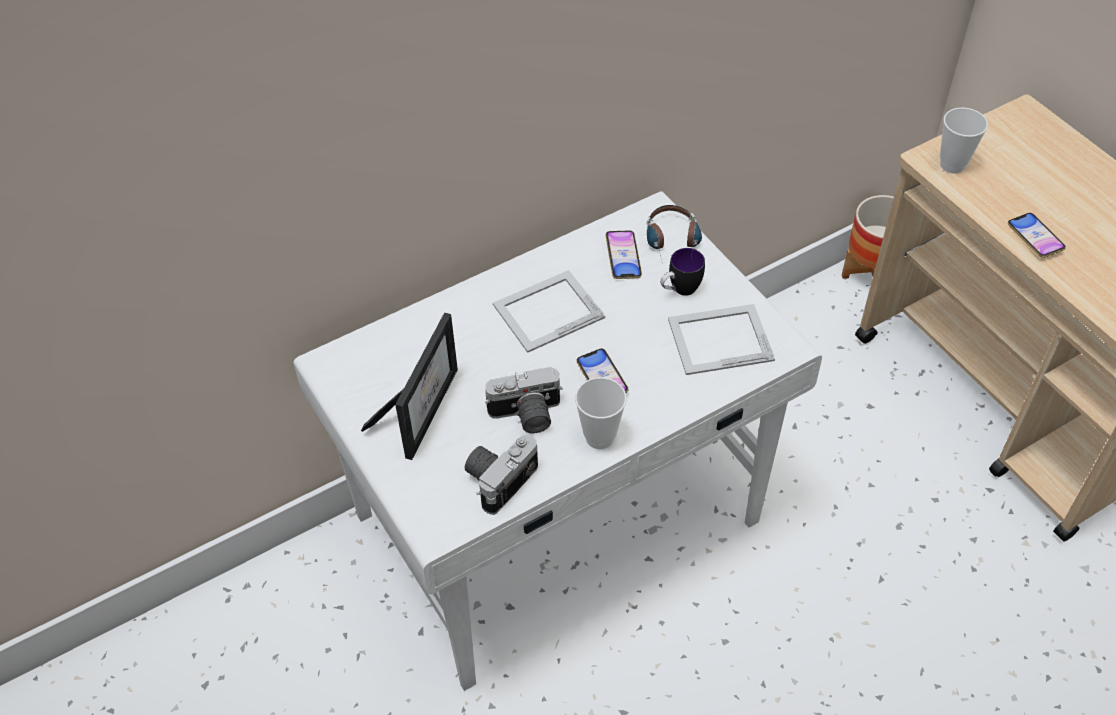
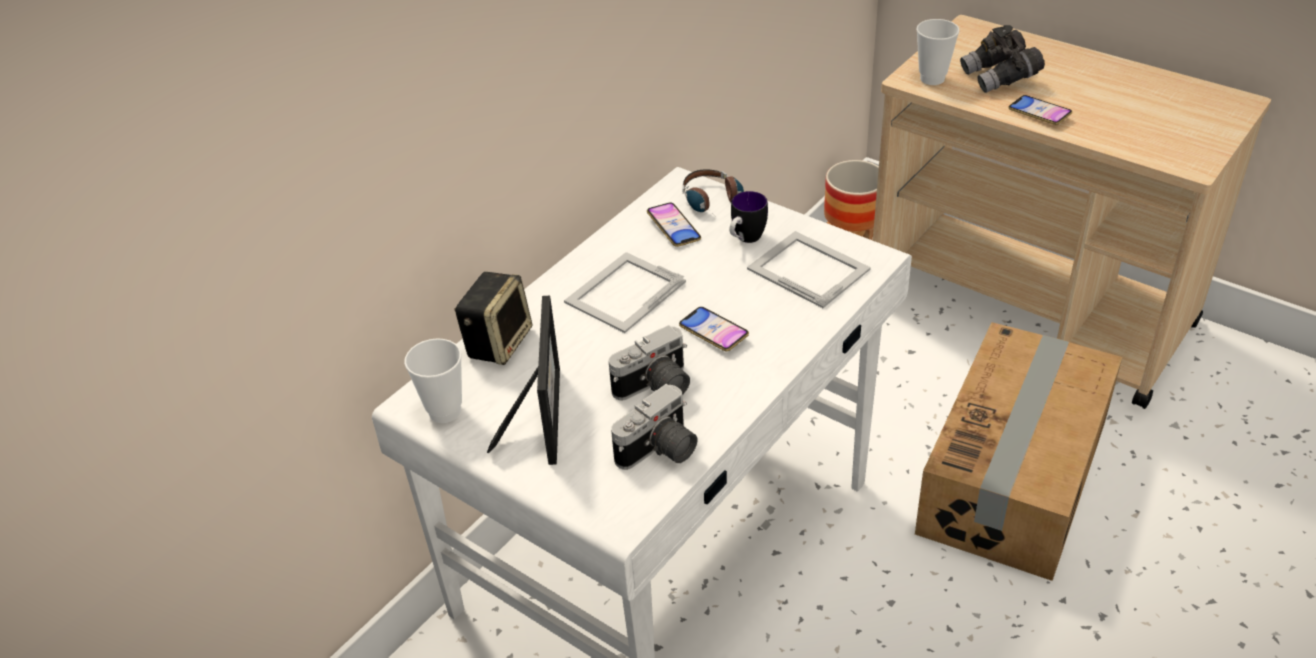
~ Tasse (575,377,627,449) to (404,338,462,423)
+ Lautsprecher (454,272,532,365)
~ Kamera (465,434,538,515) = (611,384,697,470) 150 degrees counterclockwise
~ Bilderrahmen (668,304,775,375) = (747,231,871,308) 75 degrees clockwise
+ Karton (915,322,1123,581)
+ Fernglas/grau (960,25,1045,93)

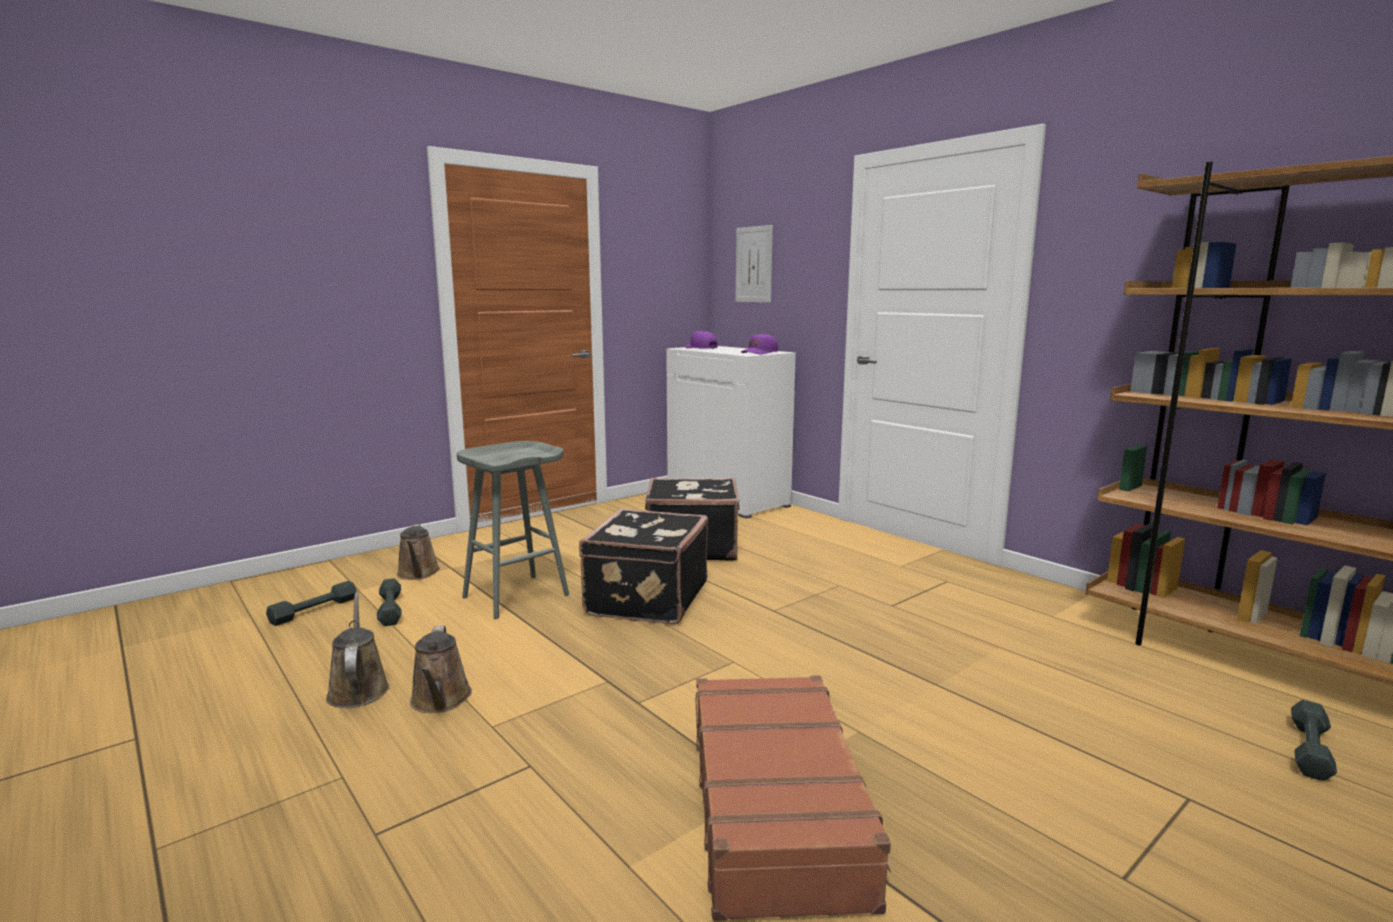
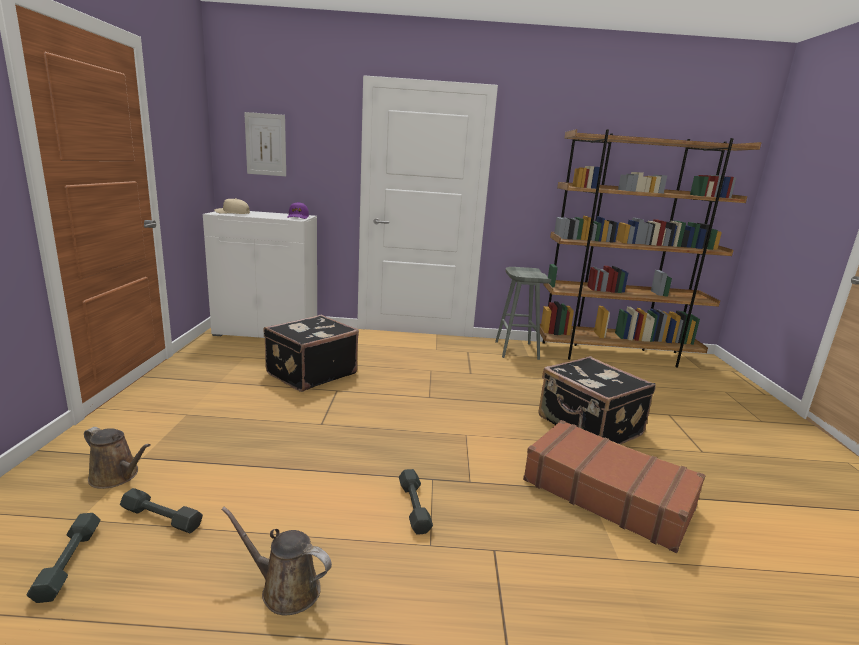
~ Kappe/lila (685,331,718,349) to Kappe/beige (214,198,250,214)
~ Hantel/grau (1291,700,1337,781) to (399,469,433,534)
~ Hocker/grau (457,441,569,619) to (495,267,551,360)
~ Koffer/schwarz (579,509,708,625) to (539,356,656,445)
- Gießkanne/braun (410,625,472,713)

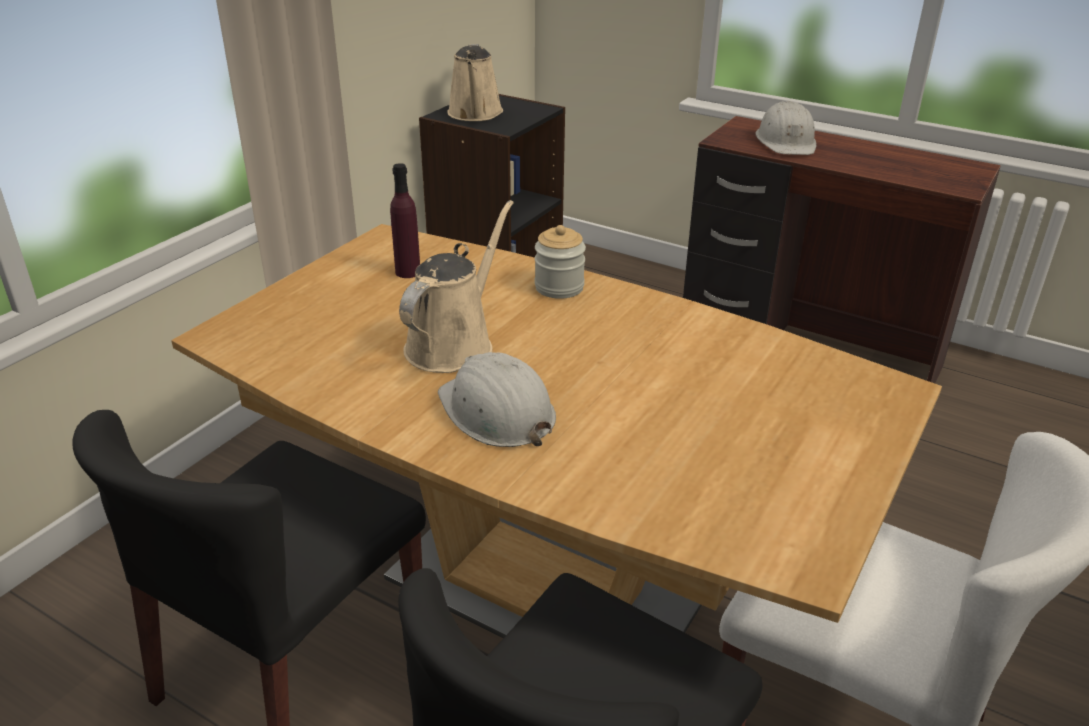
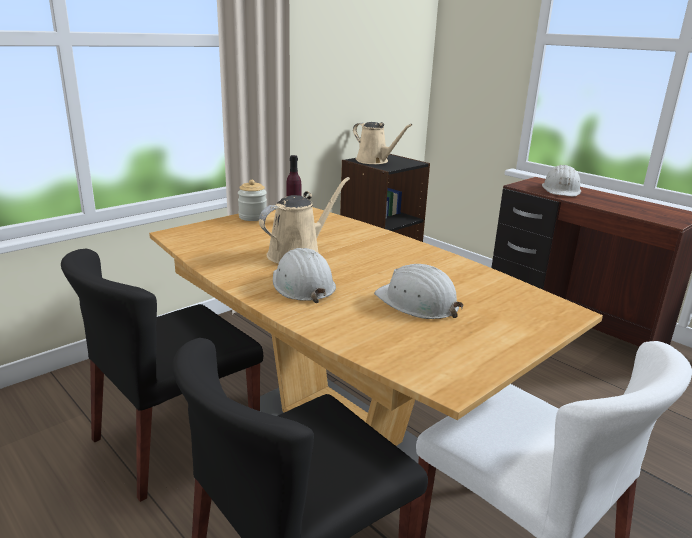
~ Vorratsglas (535,225,586,299) to (238,180,267,221)
~ Gießkanne/beige (447,44,503,121) = (353,122,412,164) 60 degrees counterclockwise
+ Schutzhelm/weiß (374,264,463,319)

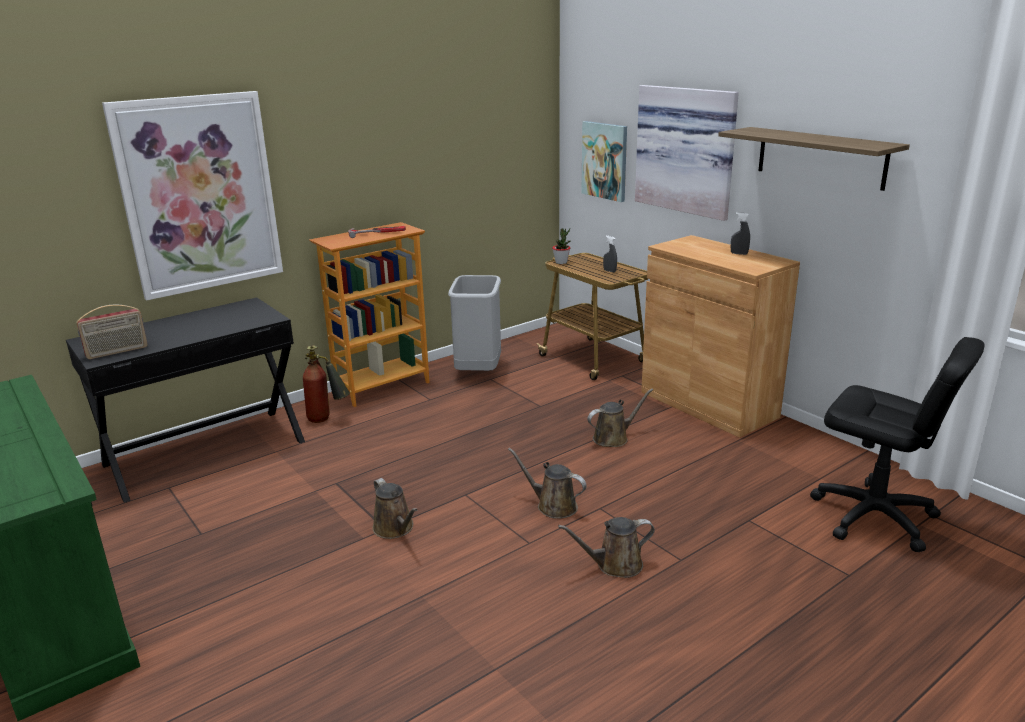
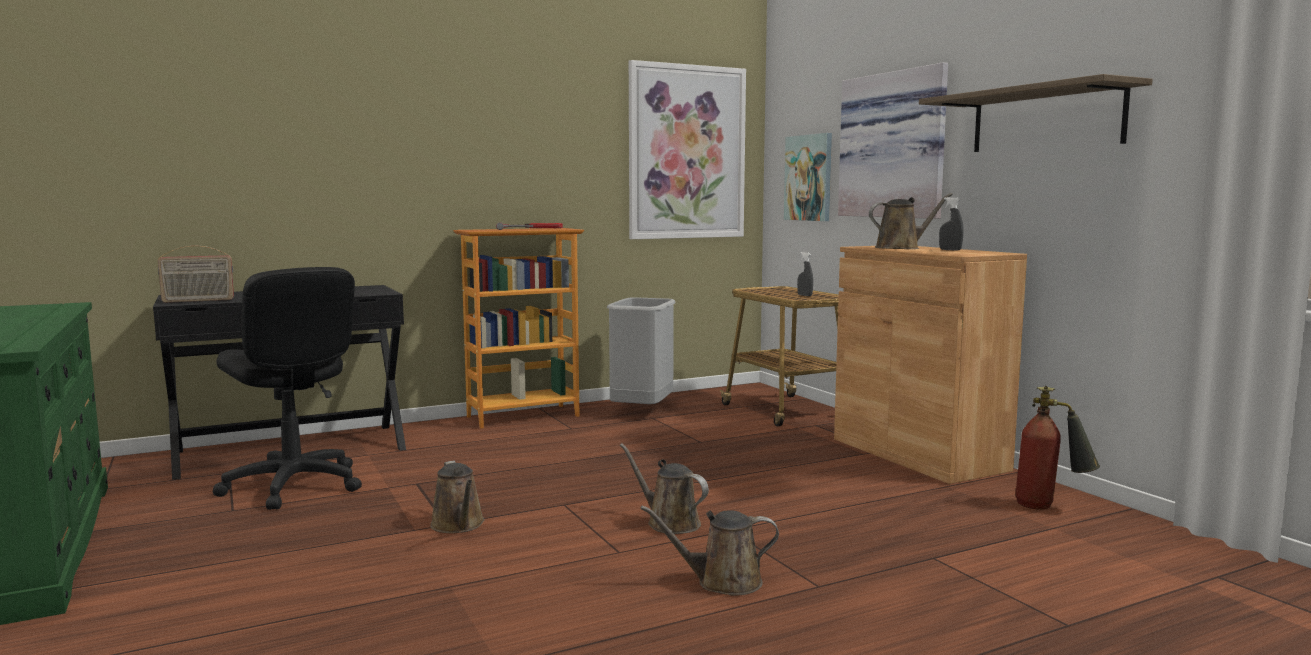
~ Bürostuhl/schwarz (810,337,984,552) to (213,267,362,510)
~ Bild (102,91,283,301) to (629,60,746,239)
~ Gießkanne/braun (587,389,653,447) to (869,193,953,249)
~ Feuerlöscher (303,345,350,423) to (1015,386,1100,510)
- Topfpflanze (552,228,571,264)

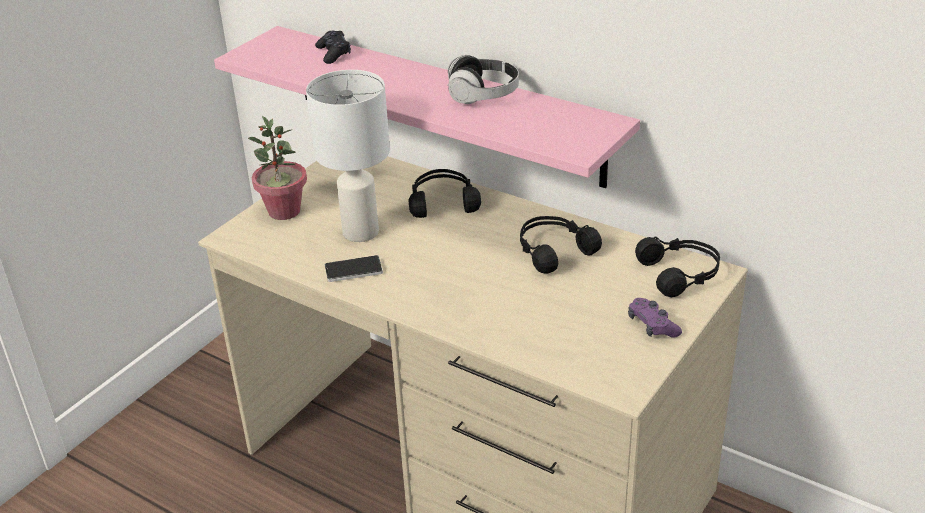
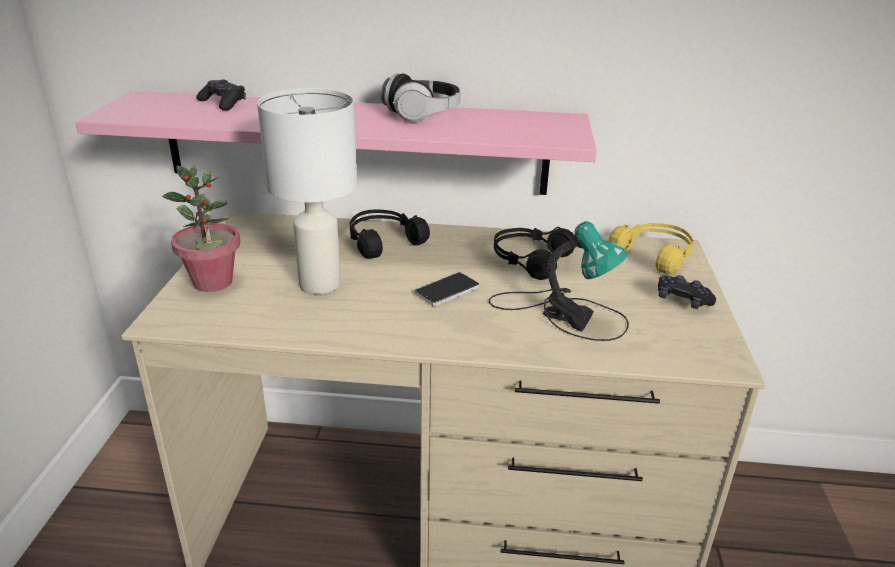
~ Handy (325,255,383,282) to (415,272,480,306)
+ Tischlampe (489,221,629,341)
~ Kopfhörer/schwarz (635,236,720,297) to Kopfhörer/gelb (608,223,694,274)
~ Gamepad/lila (628,298,682,338) to Gamepad/schwarz (658,275,716,309)

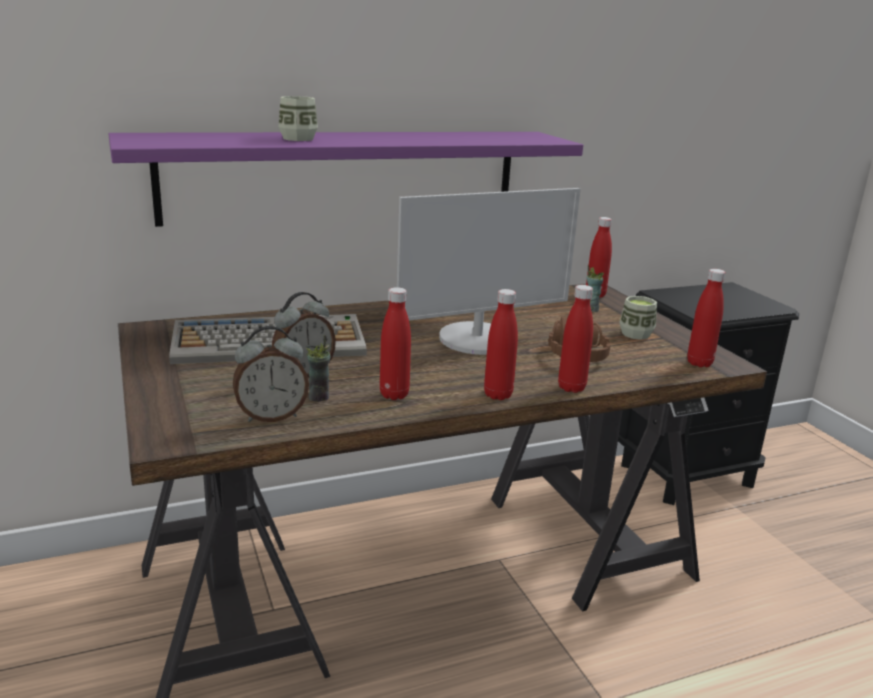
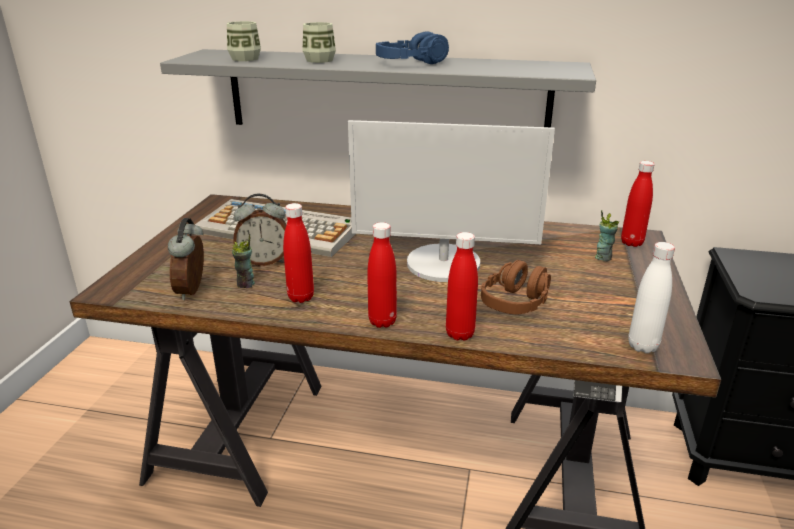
~ Wandregal/lila (108,132,583,227) to Wandregal/grau (160,49,596,127)
~ Wecker (233,326,309,422) = (168,218,204,300) 75 degrees clockwise
~ Tasse (619,296,657,340) to (227,21,261,61)
+ Kopfhörer/blau (376,31,449,64)
~ Flasche/rot (688,269,726,367) to Flasche/weiß (629,242,675,353)

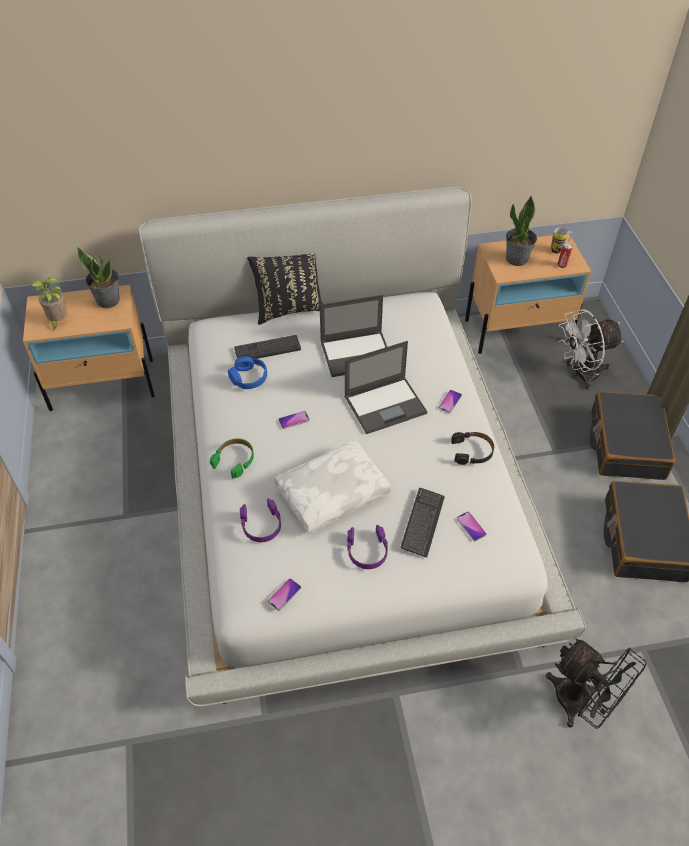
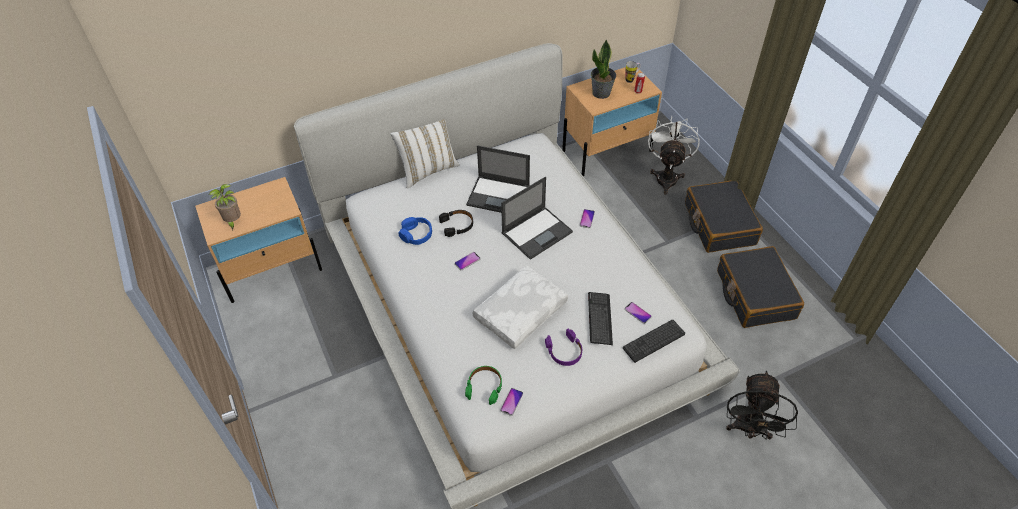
~ Kissen/schwarz (247,253,323,325) to Kissen/weiß (390,120,460,189)
~ Kopfhörer/schwarz (451,432,494,465) to (439,210,473,237)
~ Kopfhörer/grün (210,438,254,479) to (465,366,502,405)
~ Laptop (320,295,387,377) = (466,145,530,213) 45 degrees clockwise
~ Tastatur (234,335,301,359) to (623,320,685,363)
~ Ventilator/weiß (559,309,623,390) = (648,116,700,195) 135 degrees clockwise
~ Ventilator/schwarz (545,639,647,728) = (726,371,798,440) 75 degrees clockwise
- Topfpflanze (77,247,120,308)
- Kopfhörer/lila (240,498,281,542)

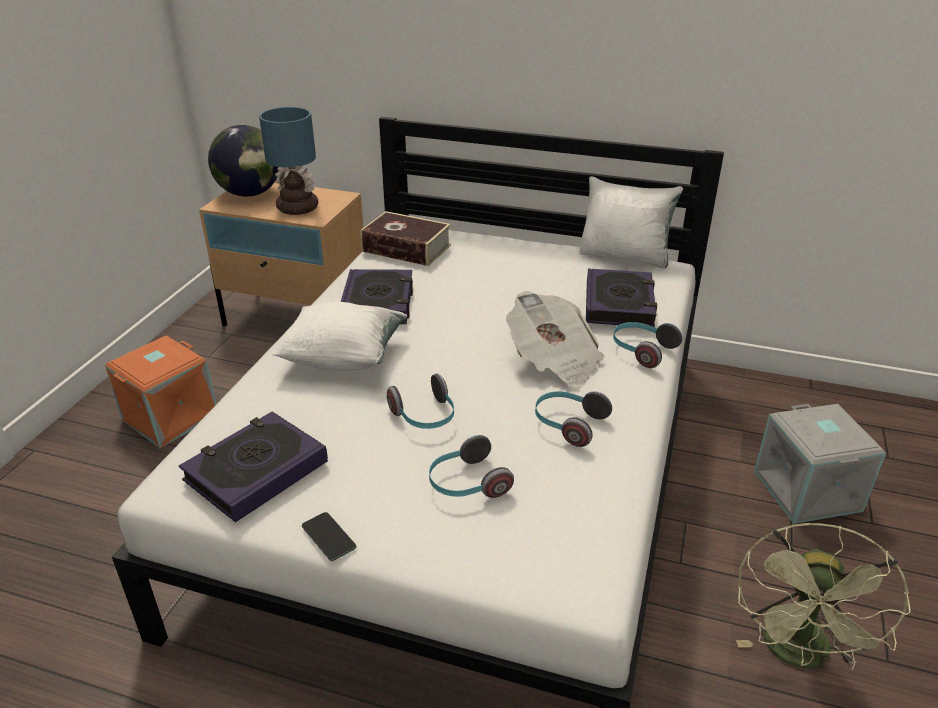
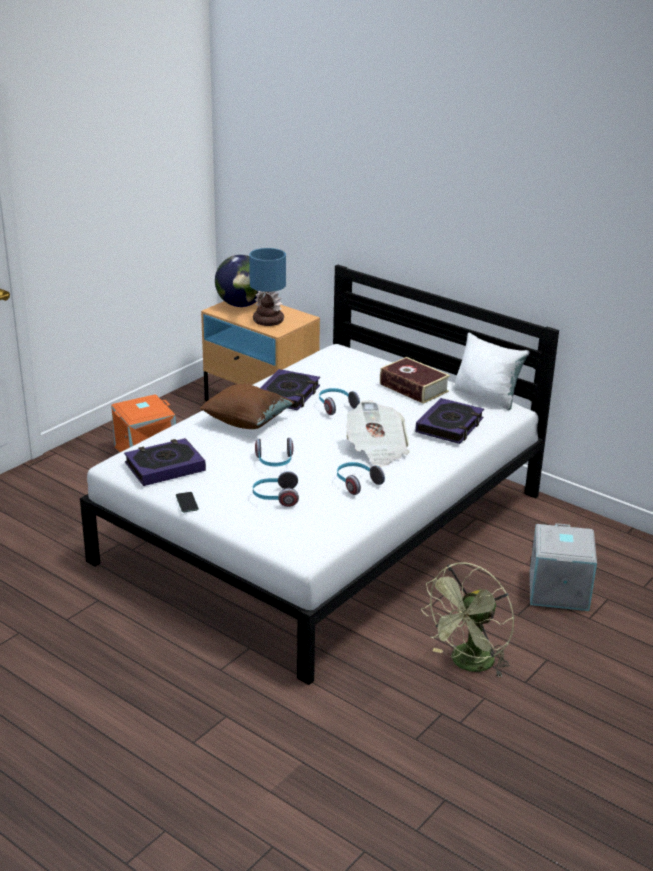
~ Kissen/weiß (272,302,407,371) to Kissen/braun (199,384,294,429)
~ Kopfhörer (613,322,682,368) to (319,388,360,415)
~ Buch (360,211,451,266) to (380,357,450,404)

